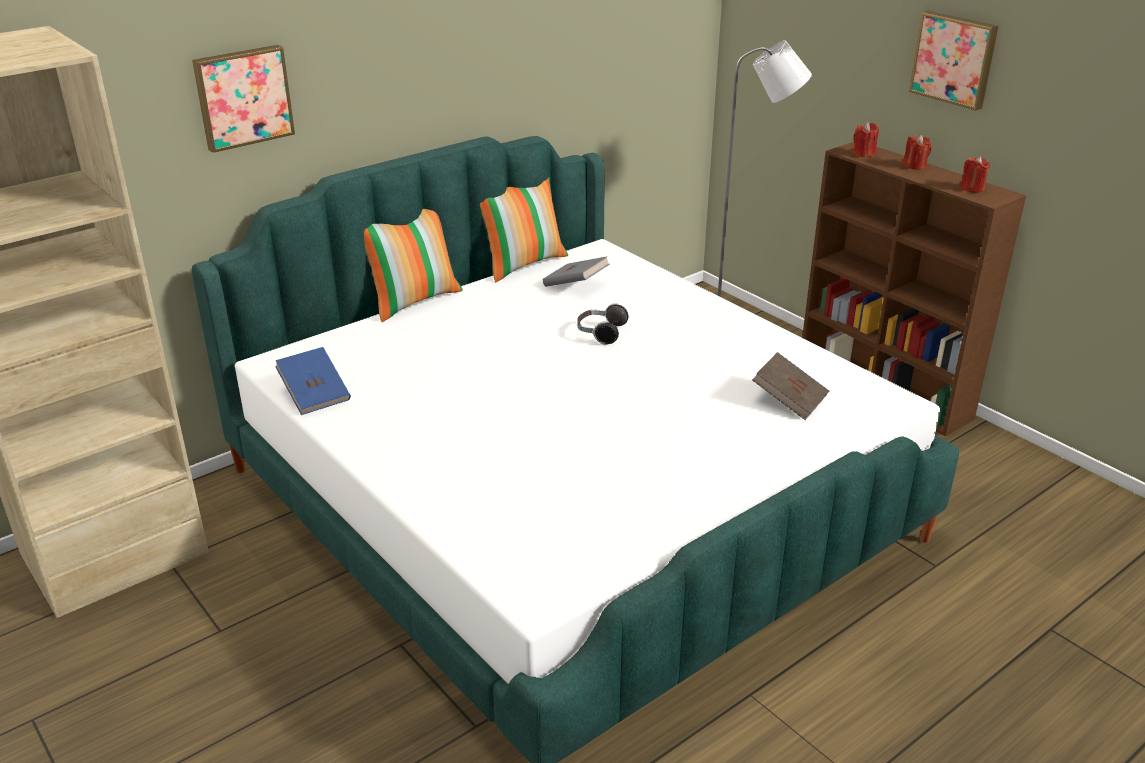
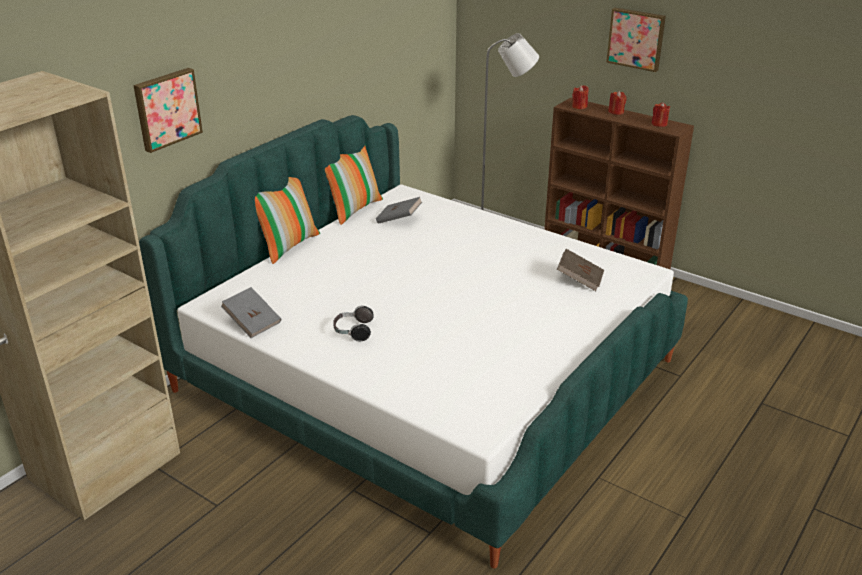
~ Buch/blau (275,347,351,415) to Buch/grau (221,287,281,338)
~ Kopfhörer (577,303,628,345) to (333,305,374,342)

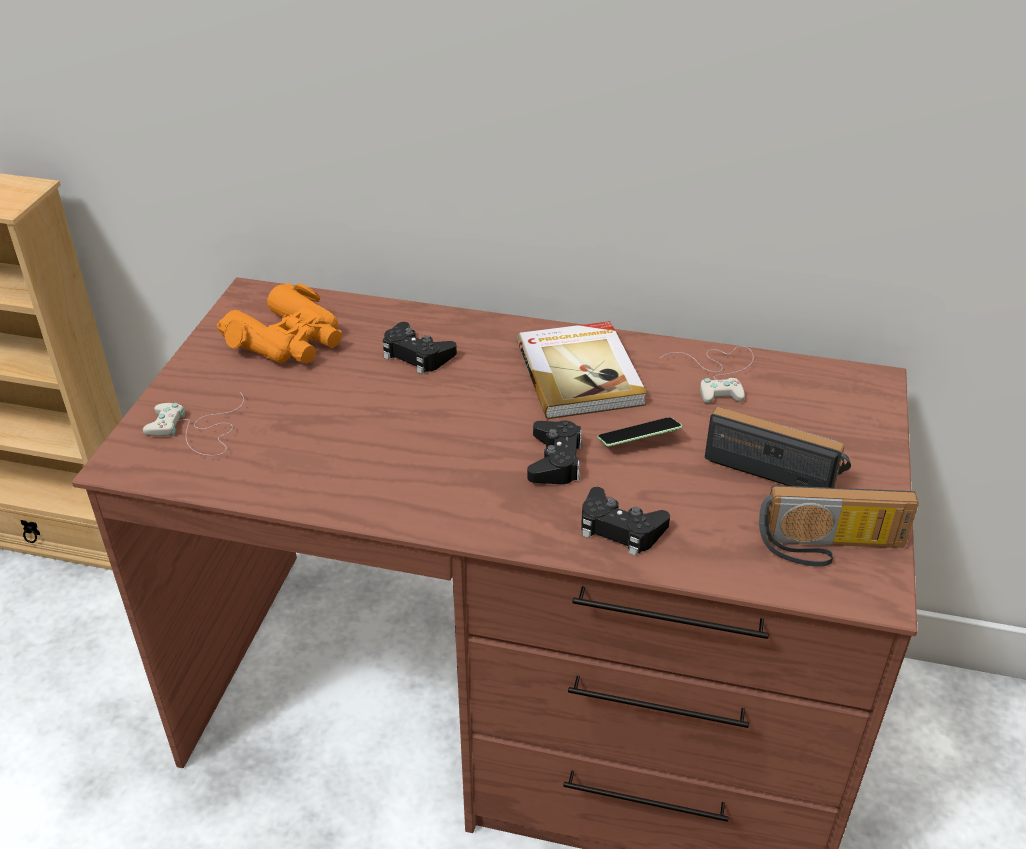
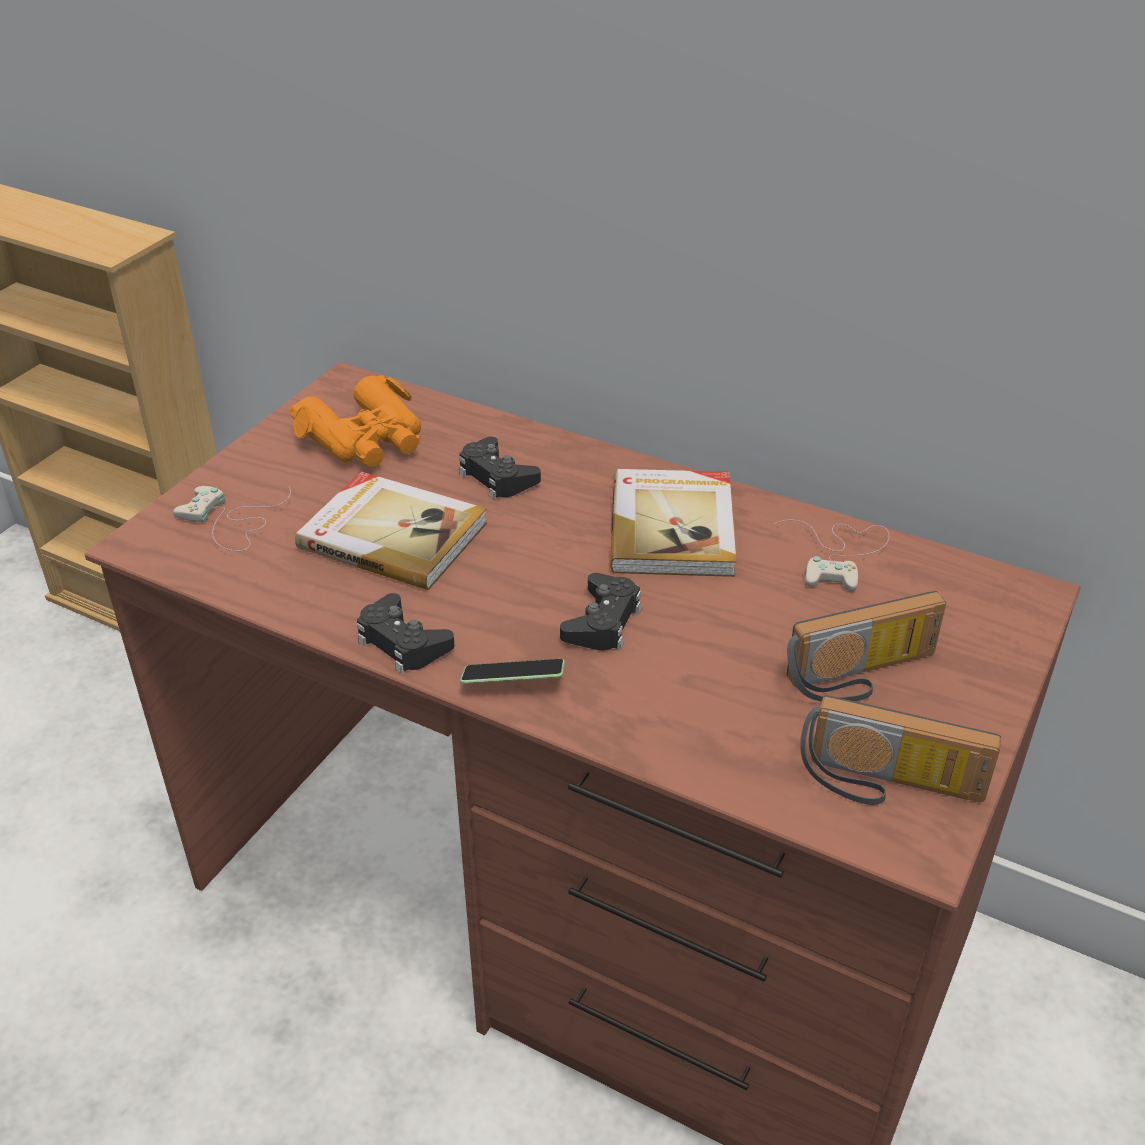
+ Buch (295,472,487,590)
~ Gamepad/schwarz (581,487,670,556) to (357,593,455,674)
~ Handy (597,417,683,447) to (460,659,565,684)
~ Radio (705,407,851,488) = (787,591,946,702) 120 degrees clockwise

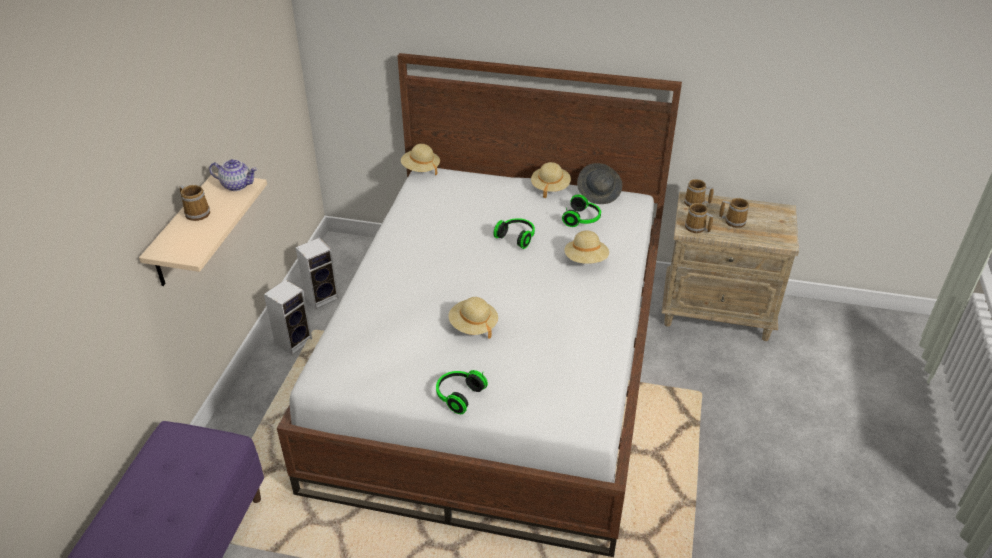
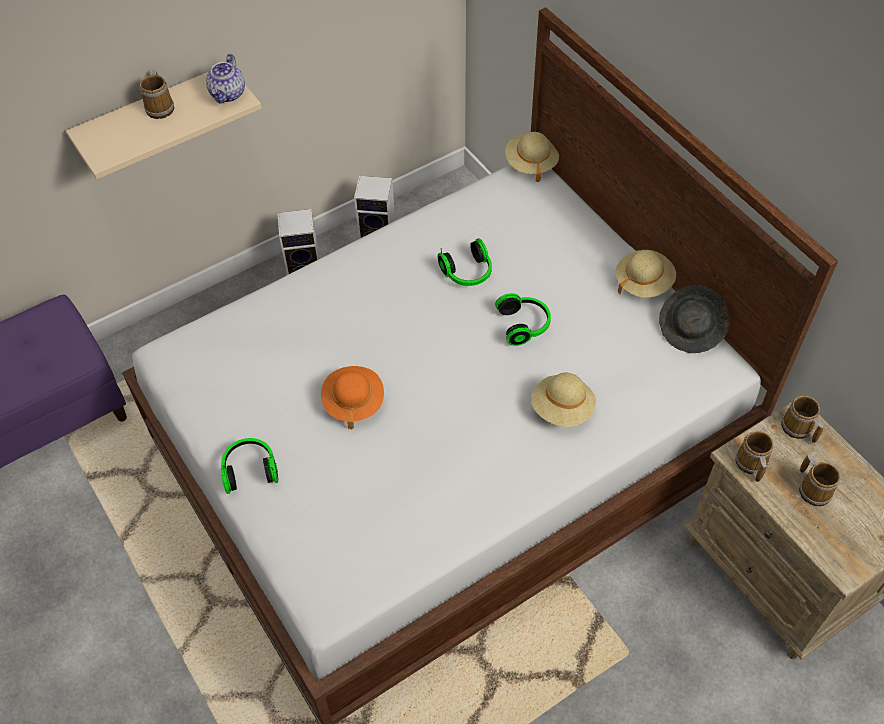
~ Teekanne (209,159,257,191) = (206,54,245,104) 45 degrees clockwise
~ Hut/beige (448,297,498,339) to Hut/orange (321,366,384,429)
~ Kopfhörer (562,194,601,227) to (438,238,492,286)

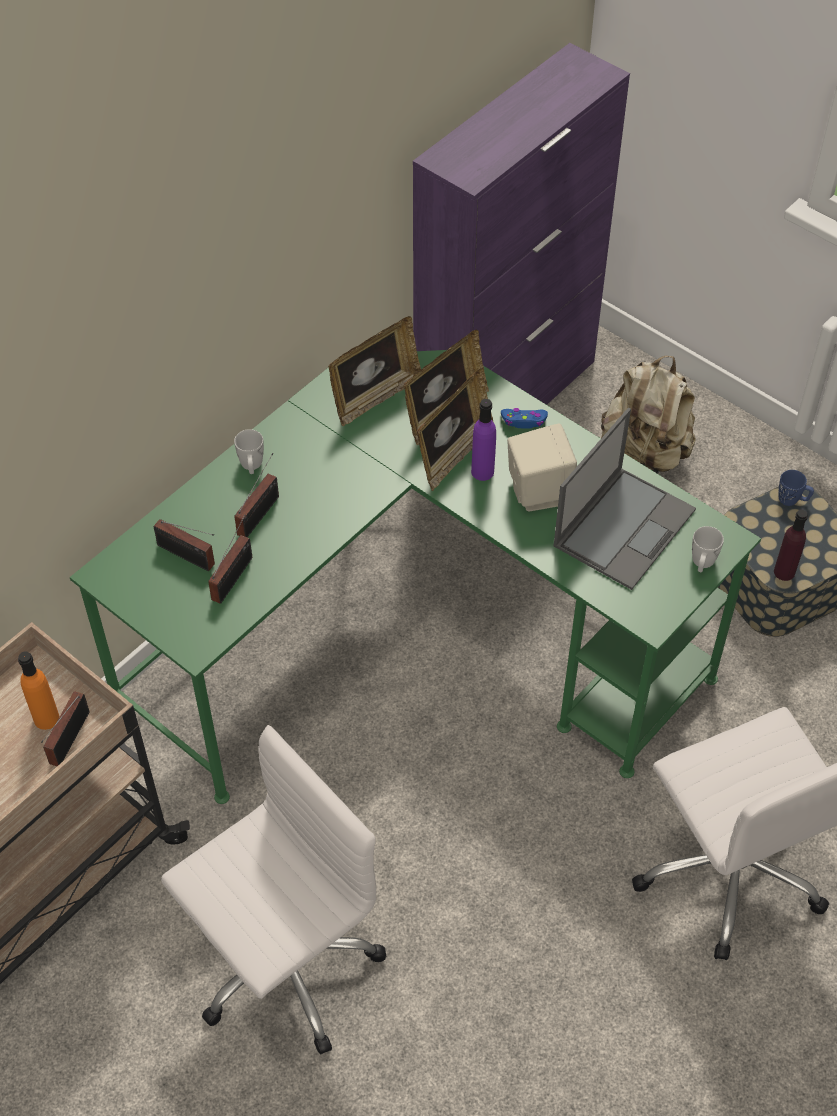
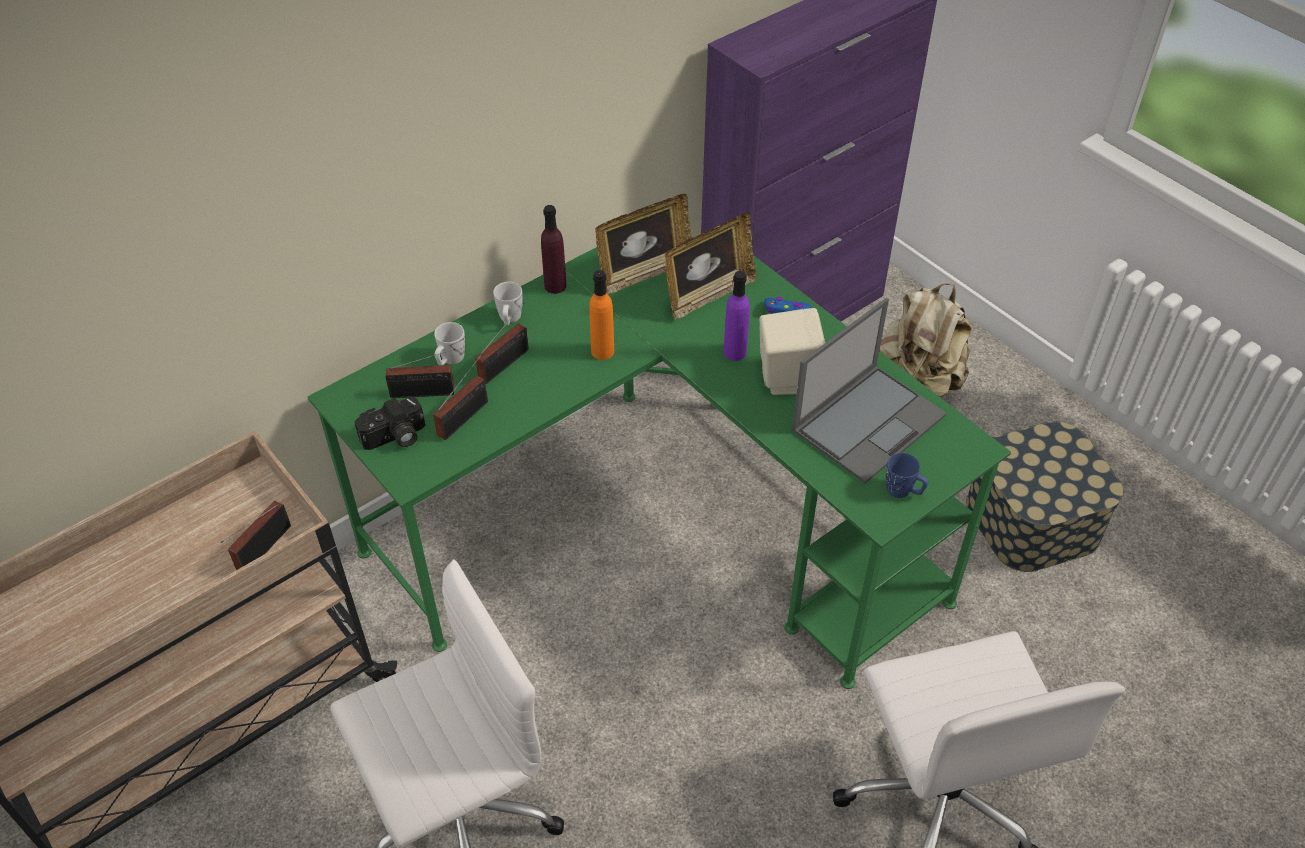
+ Kamera (354,397,425,450)
~ Radio (154,519,215,571) = (386,349,456,398) 45 degrees counterclockwise
~ Henkelbecher/weiß (692,526,724,572) to (434,322,465,365)
~ Flasche/lila (774,510,808,581) to (541,205,566,294)
~ Flasche/orange (18,651,59,730) to (589,270,614,360)
~ Henkelbecher/blau (779,470,814,506) to (886,453,928,498)
- Bilderrahmen (417,368,493,491)

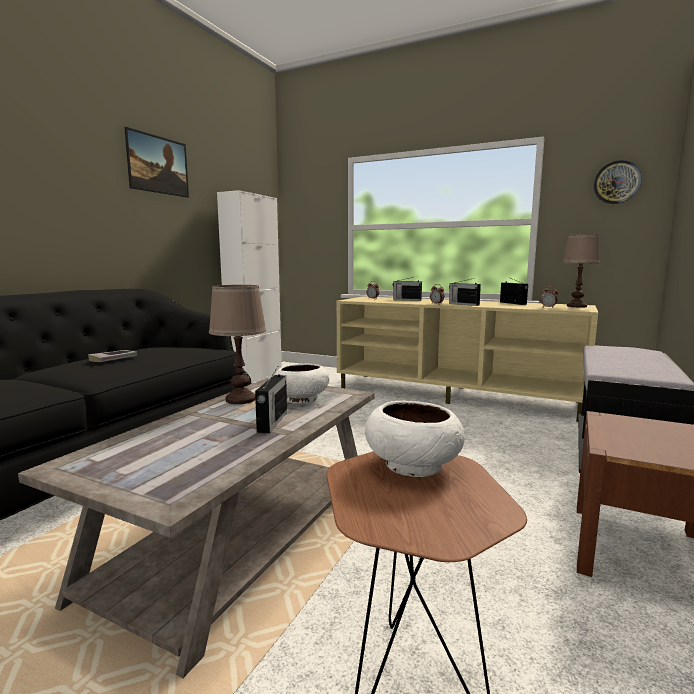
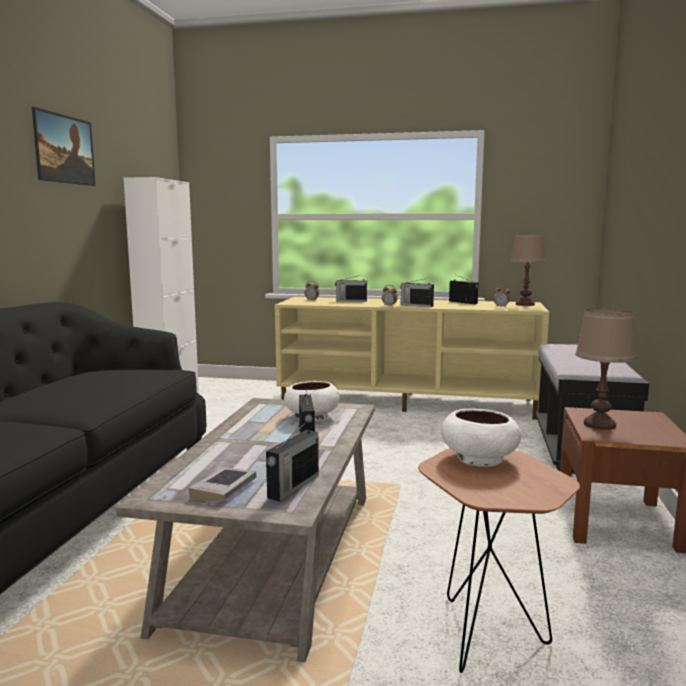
~ Buch (88,350,138,362) to (189,467,256,502)
+ Radio (266,424,319,502)
~ Tischlampe/braun (209,285,266,404) to (575,308,637,430)
- Wanduhr (594,160,642,204)

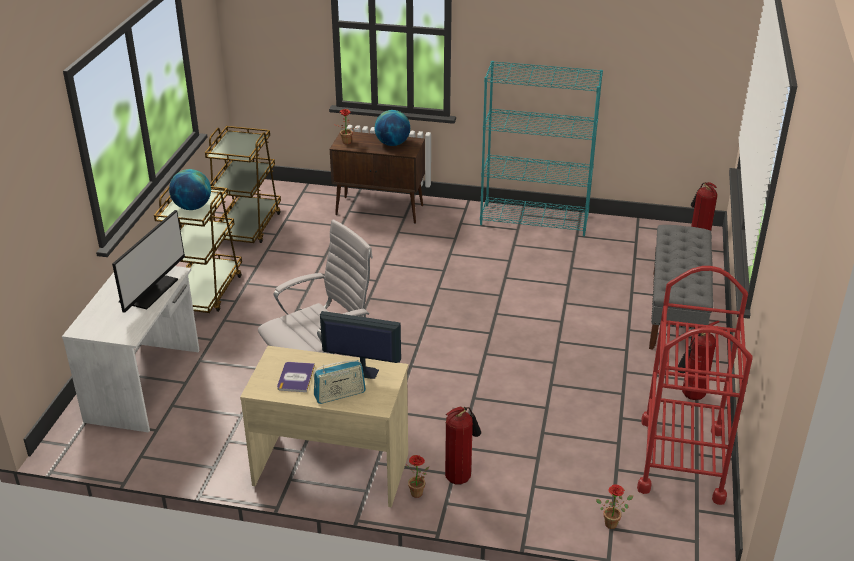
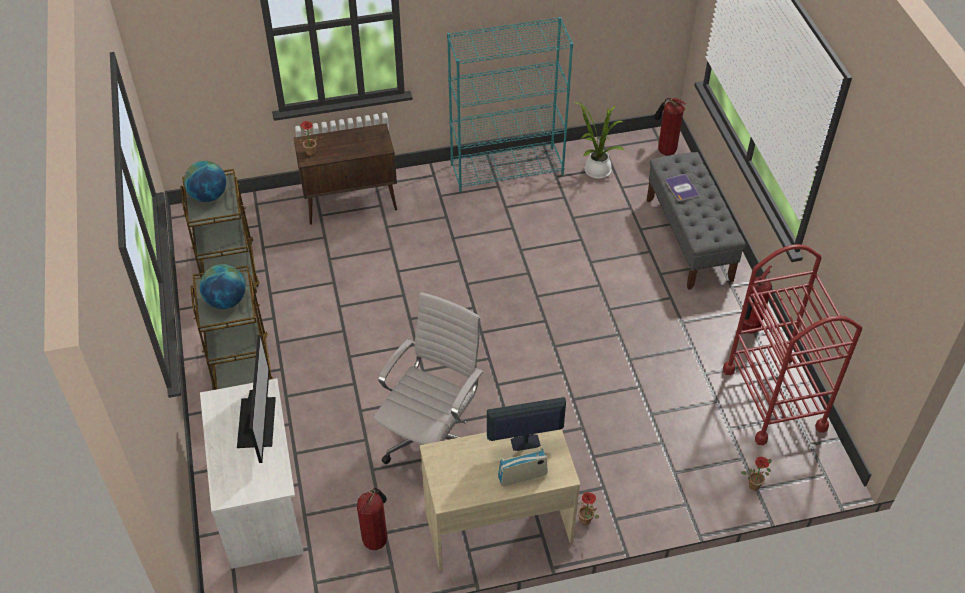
~ Globus (375,110,410,146) to (184,161,226,202)
~ Feuerlöscher (445,406,481,484) to (357,488,387,550)
~ Radio (314,360,366,404) = (498,448,548,486) 150 degrees counterclockwise
+ Topfpflanze (574,102,625,179)
~ Buch (277,362,315,392) to (665,174,699,201)

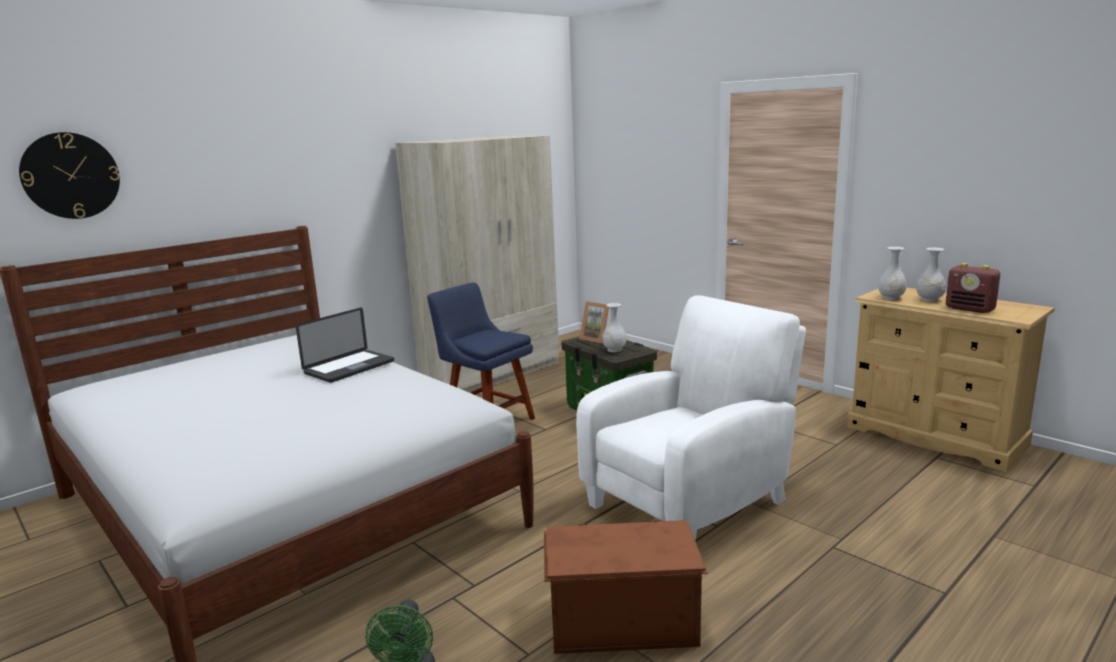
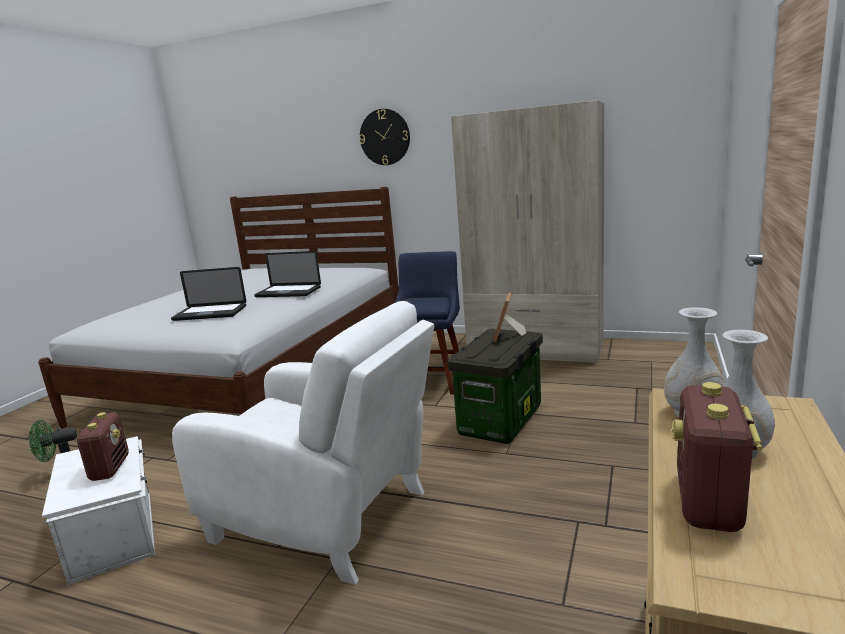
~ Aufbewahrungsbox/braun (544,520,708,654) to Aufbewahrungsbox/weiß (42,436,155,585)
+ Radio (75,412,129,481)
+ Laptop (171,267,246,321)
~ Wanduhr (19,132,120,219) to (359,109,410,165)
- Vase/weiß (602,303,626,352)

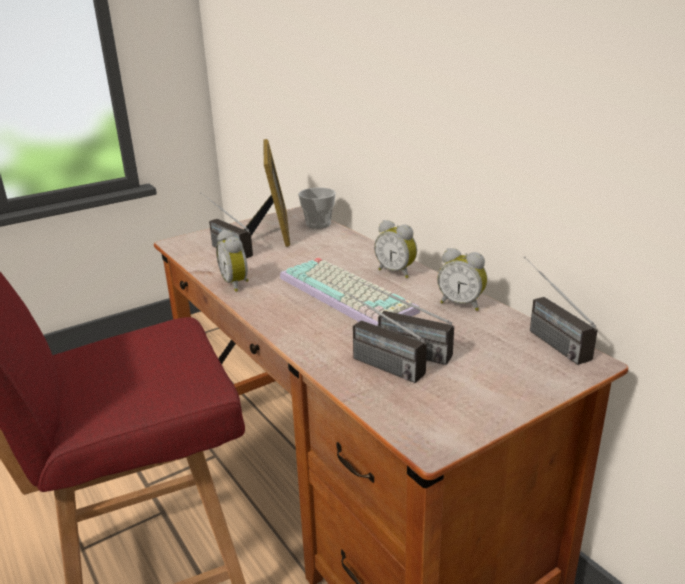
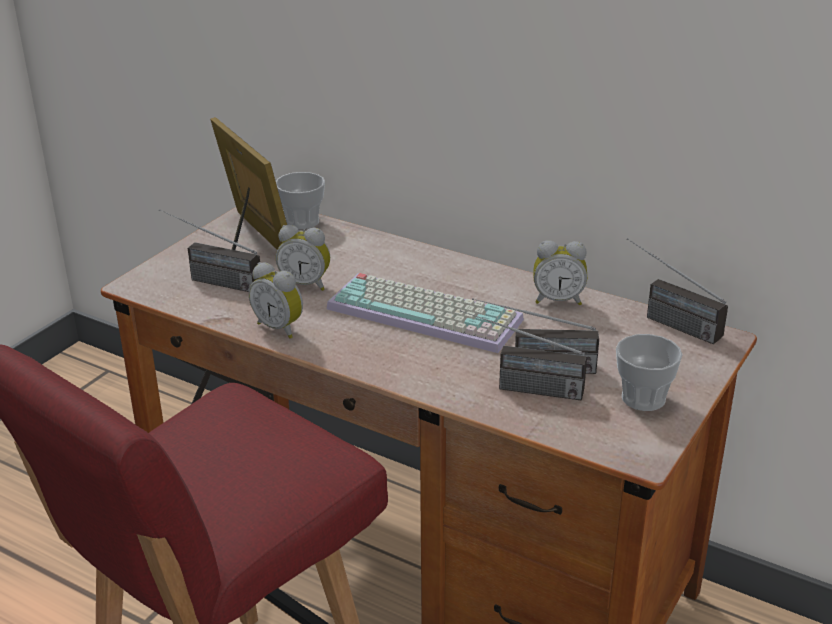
~ Wecker (374,220,417,278) to (276,225,330,291)
+ Tasse (616,334,683,411)

